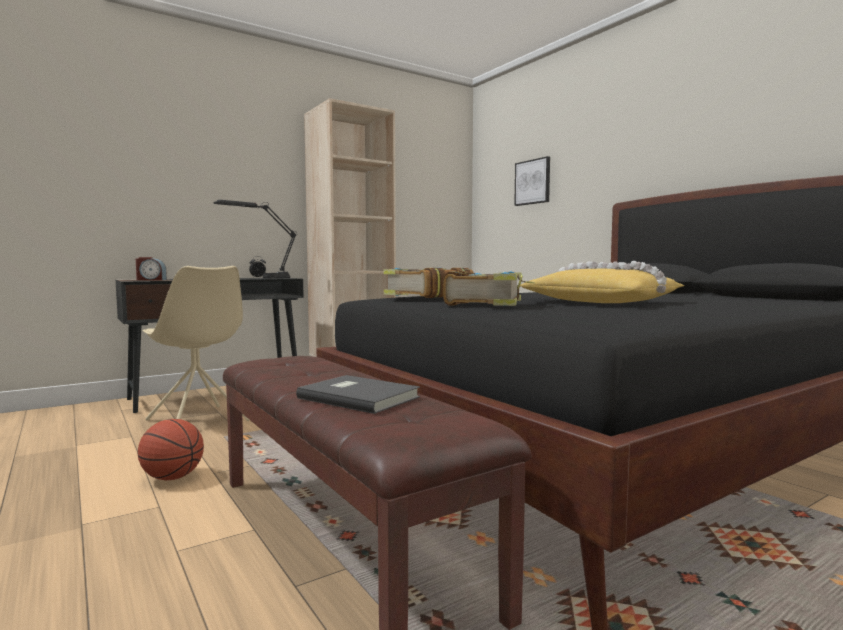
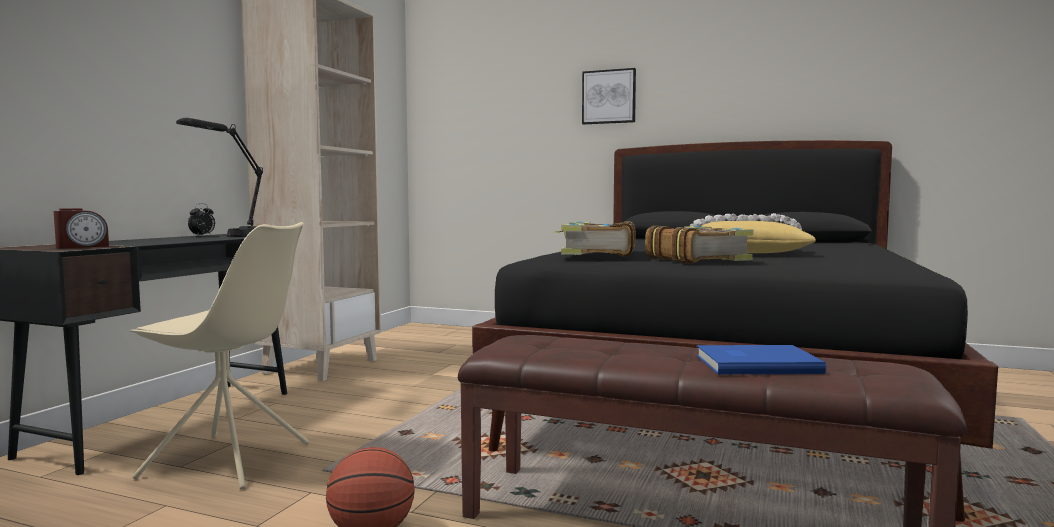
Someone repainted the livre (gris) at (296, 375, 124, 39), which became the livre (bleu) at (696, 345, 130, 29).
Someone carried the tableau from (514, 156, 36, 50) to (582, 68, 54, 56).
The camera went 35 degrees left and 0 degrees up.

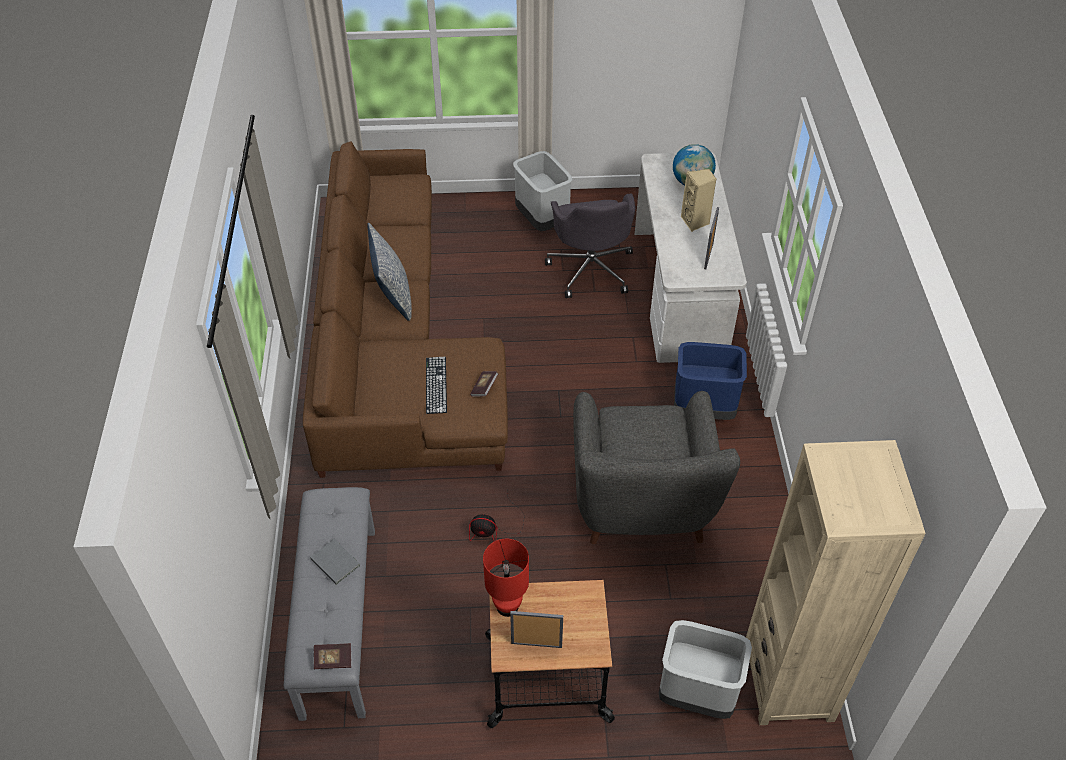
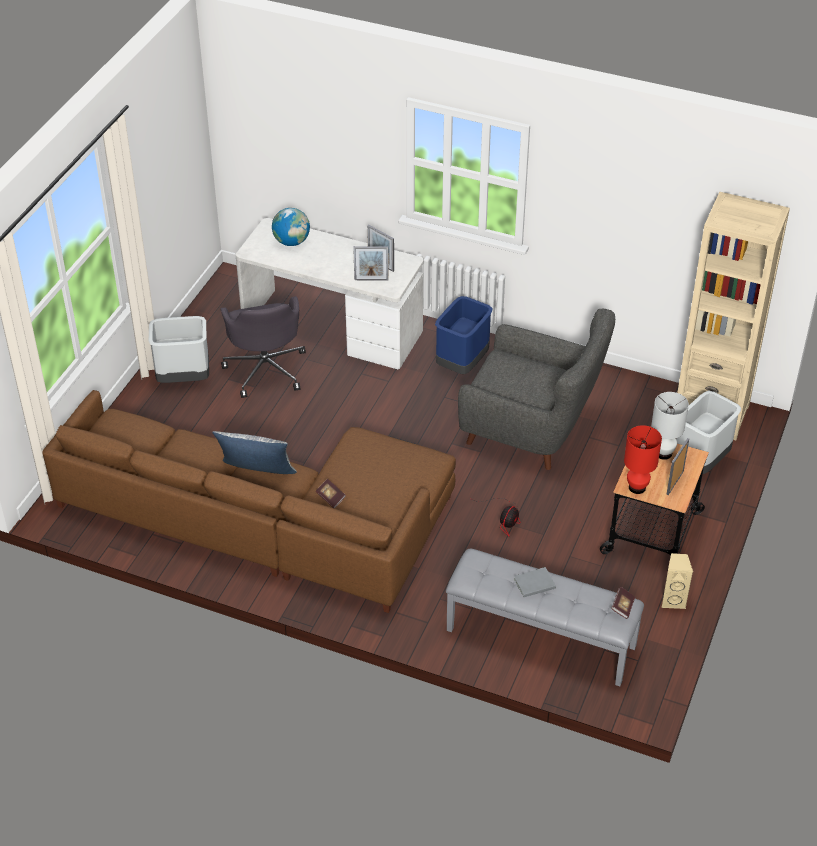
Someone took away the clavier at (426, 357, 21, 57).
Someone carried the livre from (470, 371, 28, 26) to (316, 479, 30, 29).
Someone rotated the chaise de bureau (gris) at (545, 193, 90, 105) by 60 degrees clockwise.
Someone carried the enceinte (beige) from (681, 169, 35, 63) to (661, 553, 32, 56).
Someone put down the cadre photo at (353, 246, 36, 34).
Someone put down the lampe de table (blanc) at (651, 392, 38, 68).
The camera went 65 degrees left and 5 degrees down.

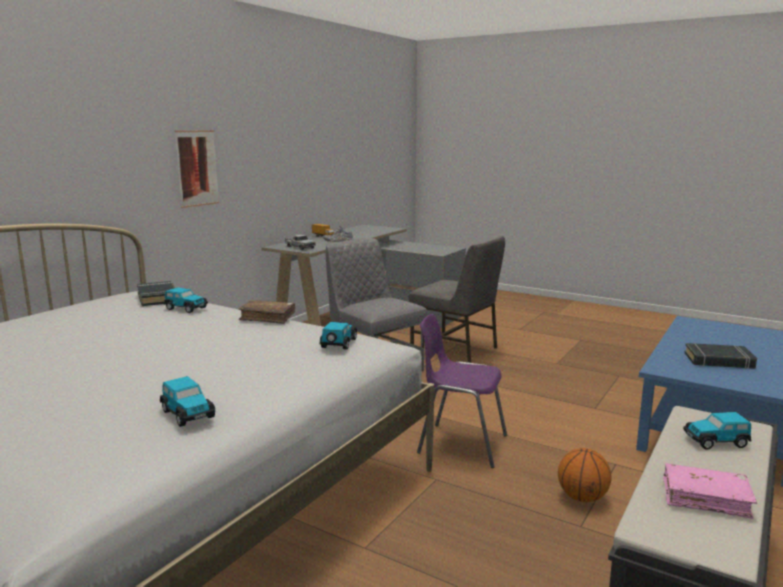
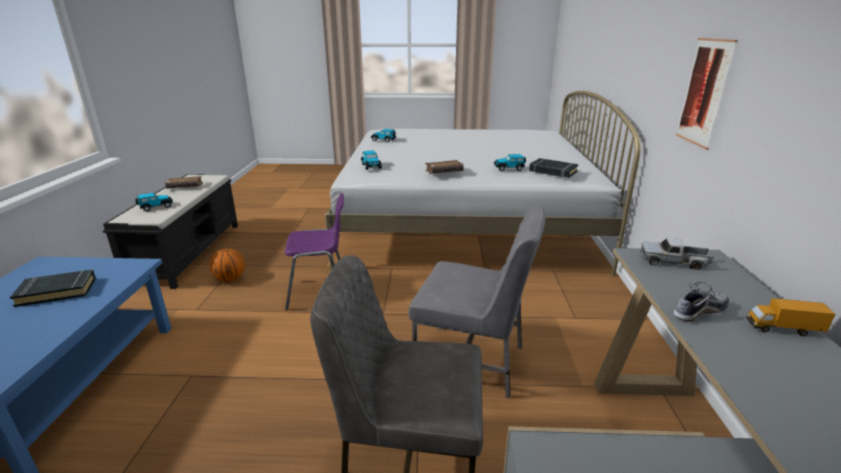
Someone repainted the livre (rose) at (663, 463, 94, 56), which became the livre (marron) at (165, 176, 38, 13).
The camera went 150 degrees right and 10 degrees up.

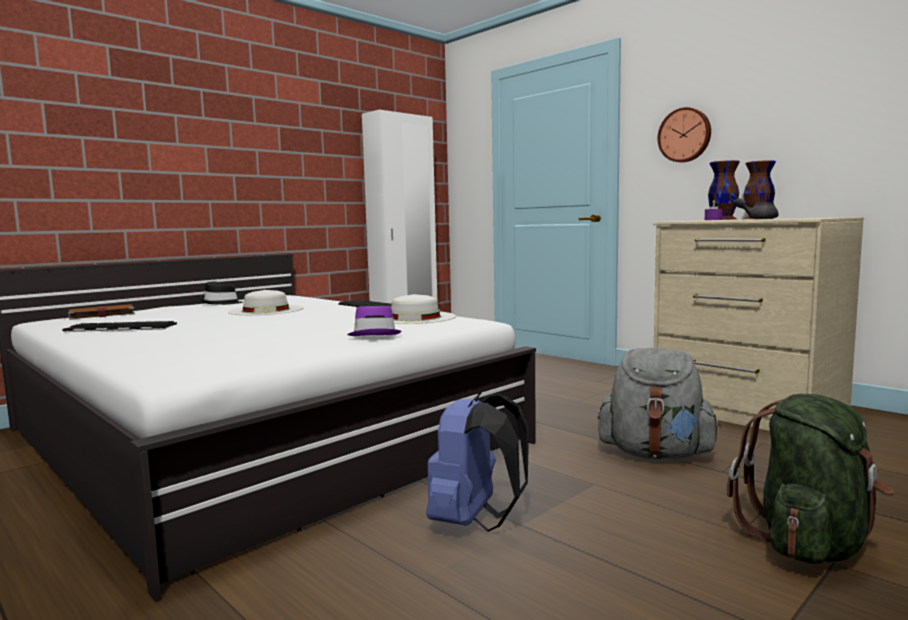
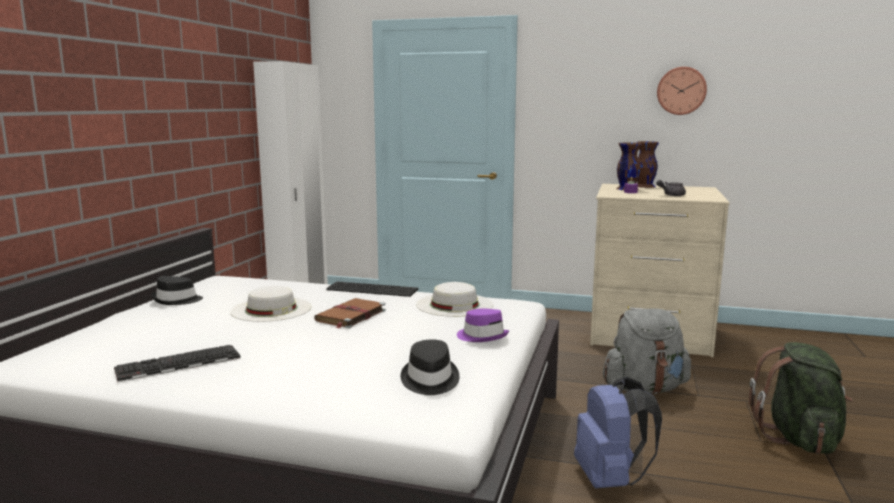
Someone carried the livre (marron) from (66, 304, 69, 16) to (314, 298, 72, 31).
Someone carried the horloge murale from (658, 107, 53, 55) to (657, 67, 50, 48).
Someone put down the chapeau (noir) at (401, 339, 58, 56).
The camera went 30 degrees left and 5 degrees up.

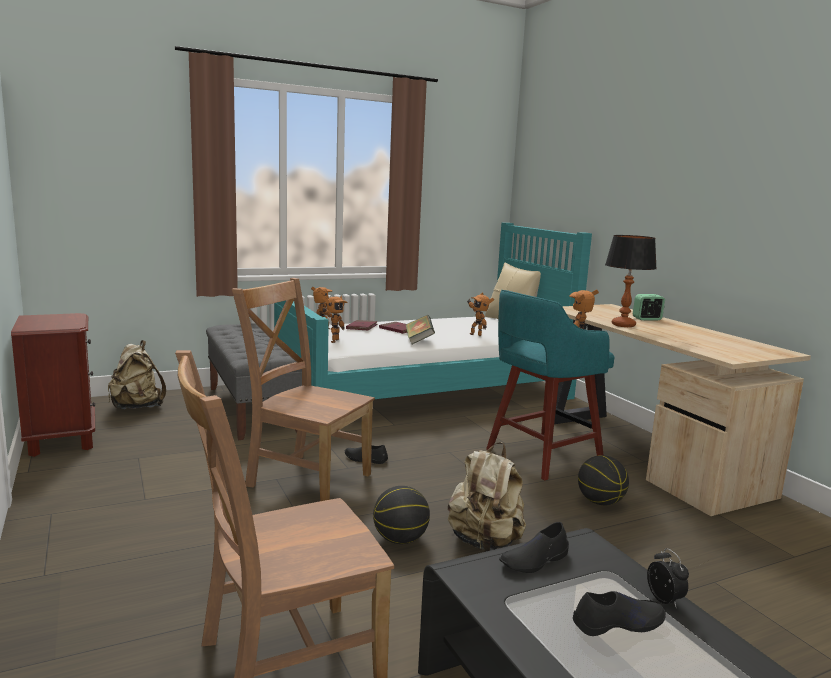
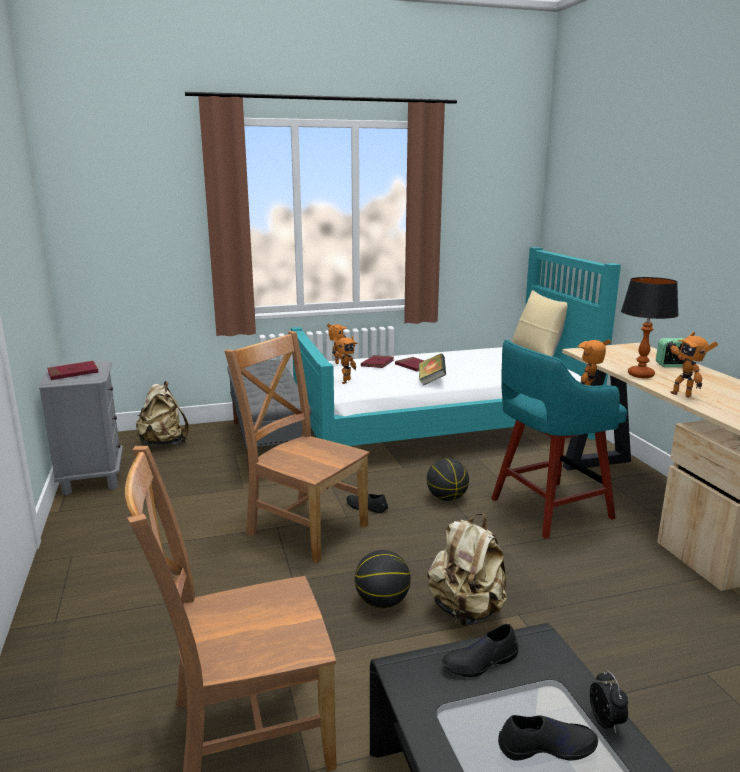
Someone repainted the table de chevet (marron) at (11, 313, 84, 144), which became the table de chevet (gris) at (39, 360, 84, 135).
Someone carried the robot jouet from (468, 293, 26, 43) to (667, 332, 51, 65).
Someone carried the ballon de basket from (578, 455, 51, 50) to (427, 458, 42, 43).
Someone put down the livre (rouge) at (47, 361, 52, 19).
The camera went 10 degrees right and 5 degrees up.

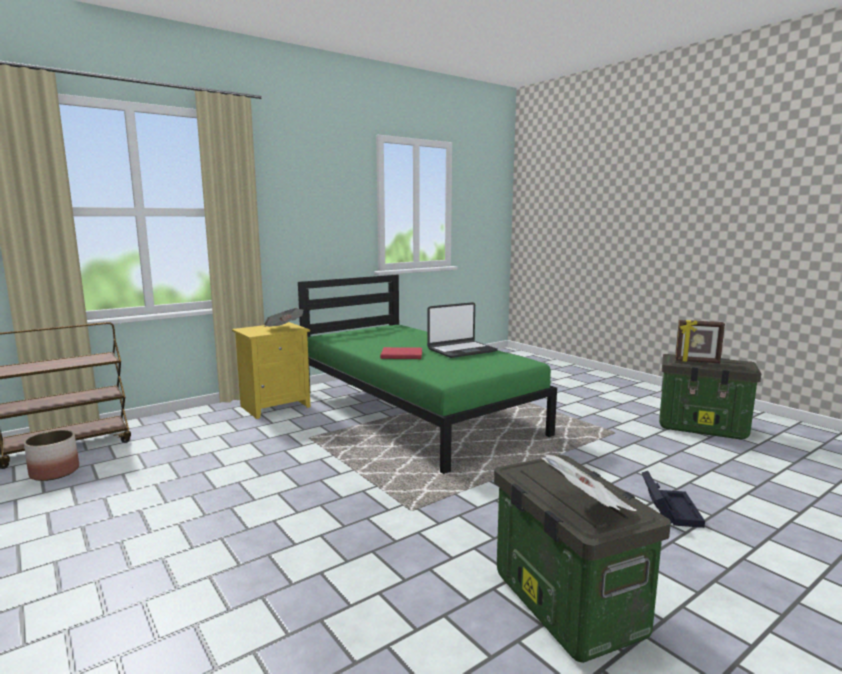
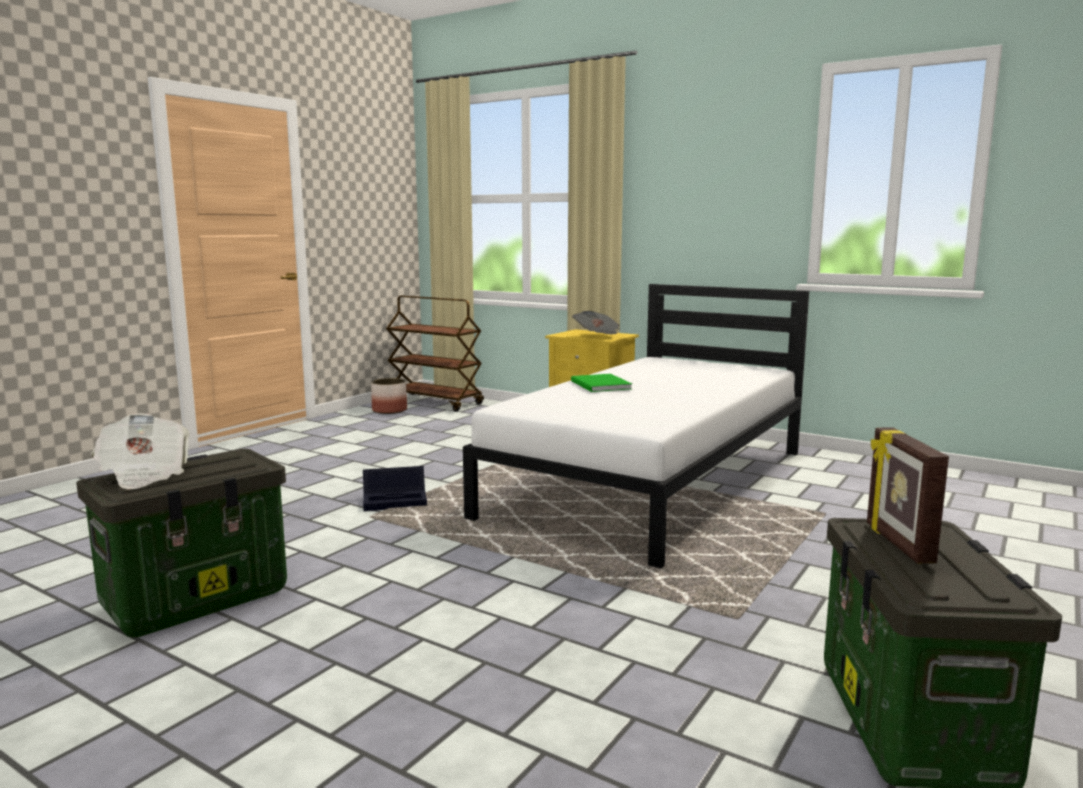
Someone repainted the lit (vert) at (298, 275, 259, 199), which became the lit (blanc) at (463, 284, 346, 284).
Someone repainted the livre (rouge) at (380, 347, 42, 12), which became the livre (vert) at (571, 374, 61, 18).
Someone took away the ordinateur portable at (427, 302, 71, 56).
Someone carried the boîte de rangement (noir) from (642, 471, 63, 57) to (363, 466, 64, 45).
The camera went 70 degrees right and 0 degrees up.

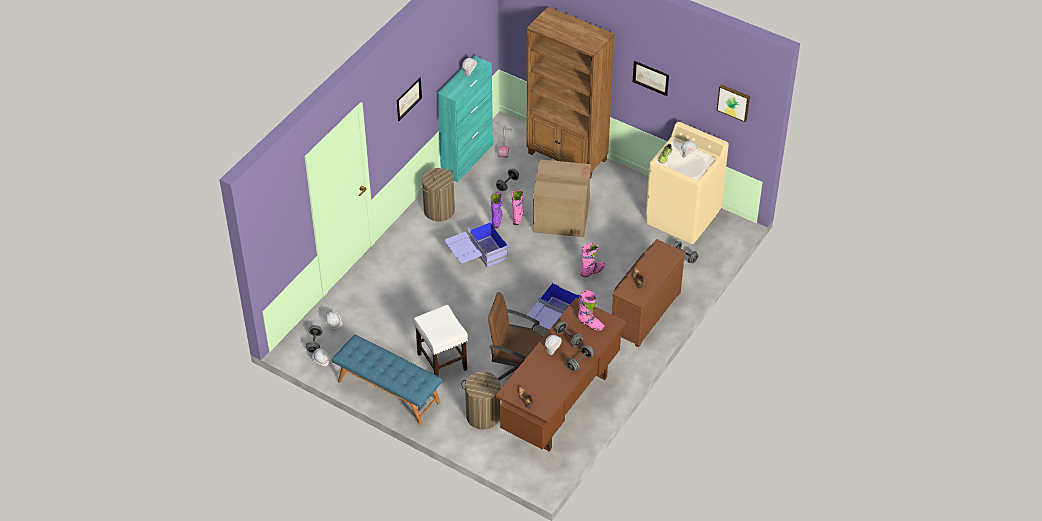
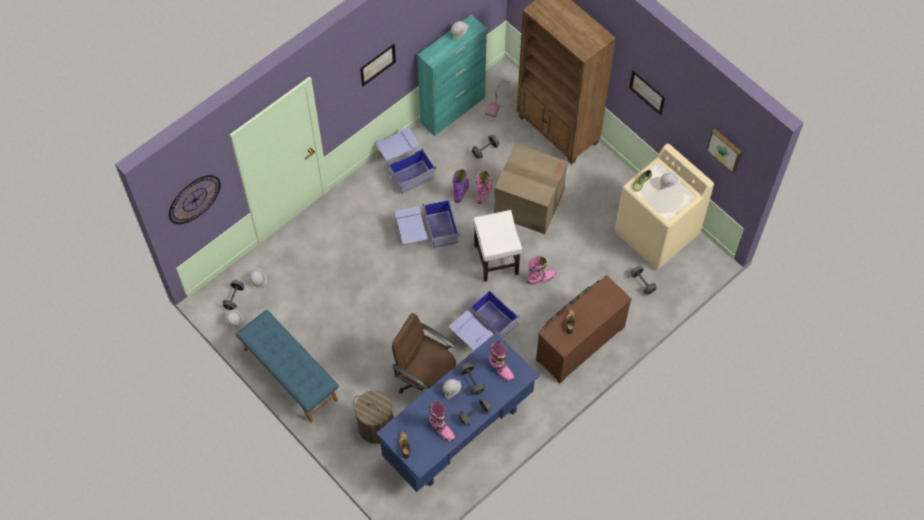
Someone carried the tabouret (blanc) from (414, 305, 54, 72) to (473, 210, 49, 72).
Someone swapped the panier à linge at (422, 168, 33, 54) for the boîte de rangement (bleu) at (375, 127, 61, 67).
Someone repainted the bureau (marron) at (496, 298, 130, 153), which became the bureau (bleu) at (376, 333, 163, 159).
Someone put up the horloge murale at (169, 175, 52, 49).
Someone put down the botte (rose) at (429, 401, 26, 40).
The camera went 15 degrees right and 15 degrees up.

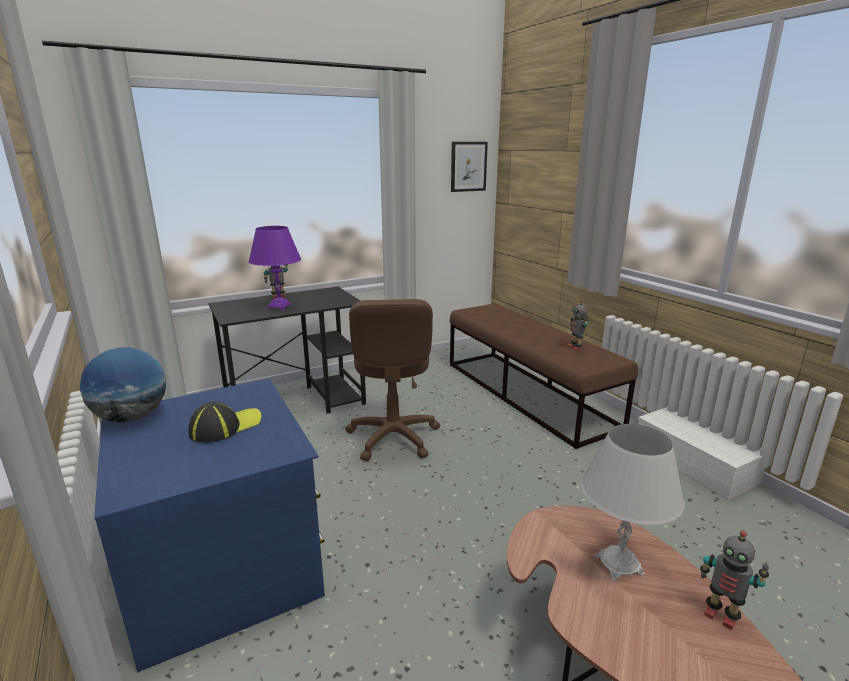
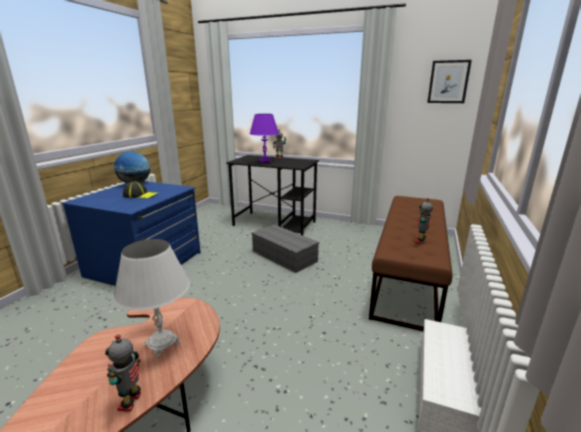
Someone swapped the chaise de bureau (marron) at (345, 299, 95, 162) for the boîte de rangement (gris) at (252, 225, 67, 48).
The camera went 50 degrees right and 0 degrees up.

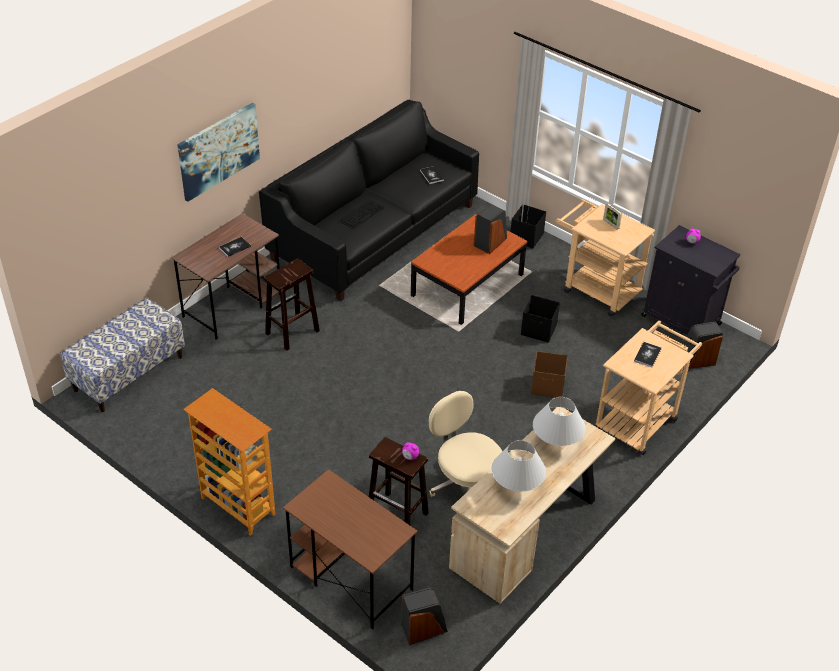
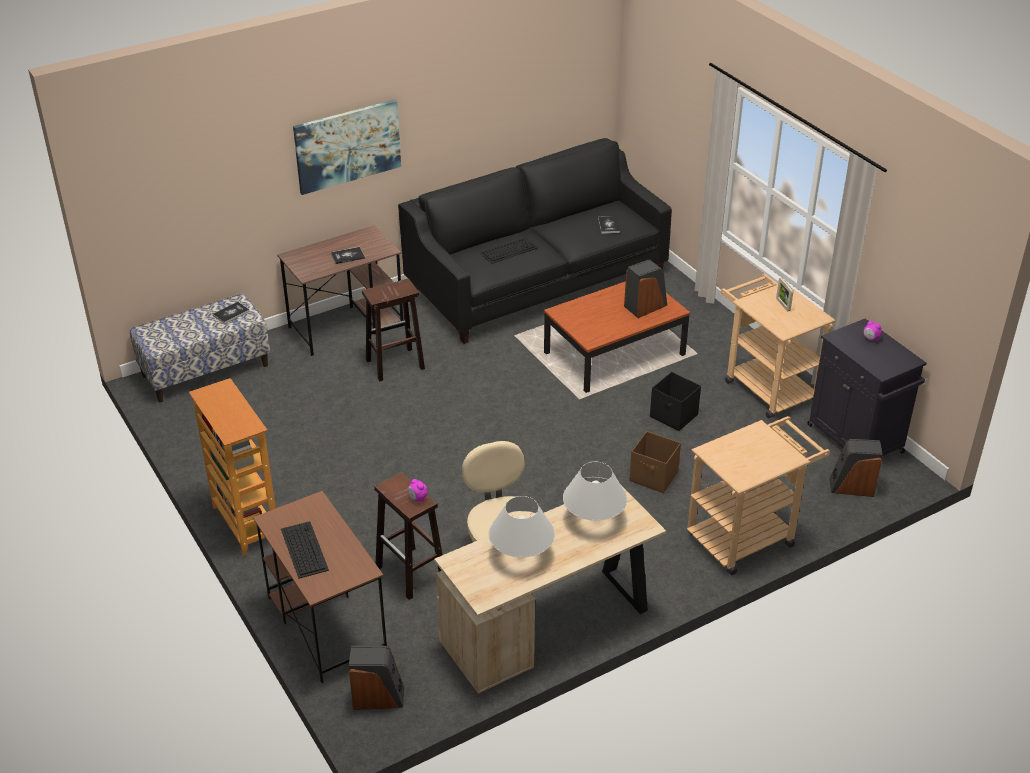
Someone took away the boîte de rangement (noir) at (511, 205, 35, 43).
Someone carried the livre from (634, 342, 27, 25) to (213, 302, 37, 22).
Someone put down the clavier at (281, 521, 48, 58).
The camera went 20 degrees right and 5 degrees down.

